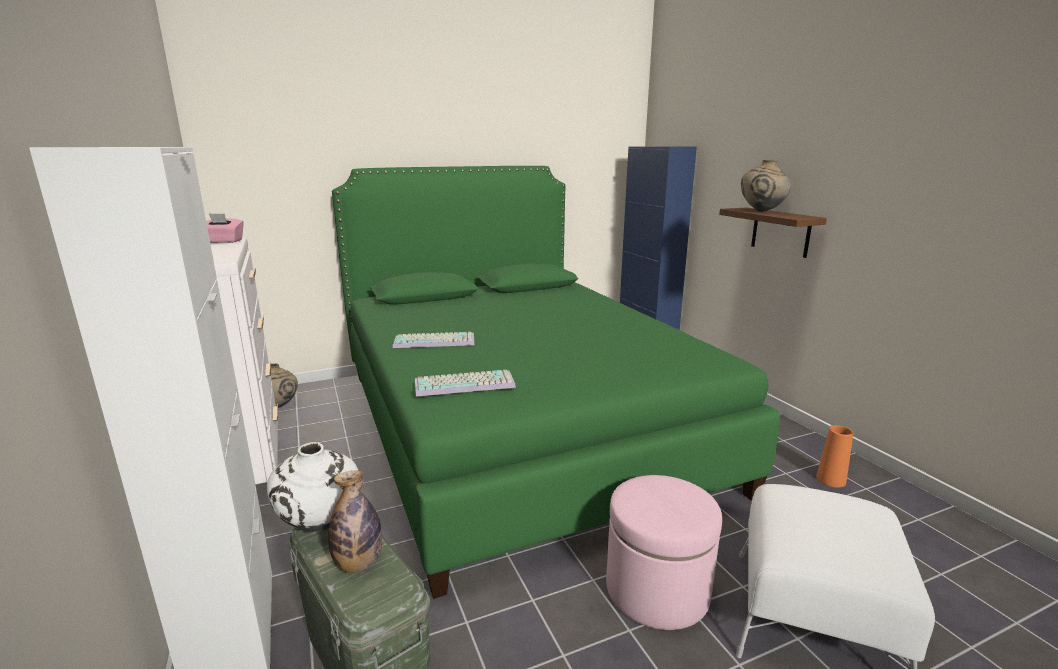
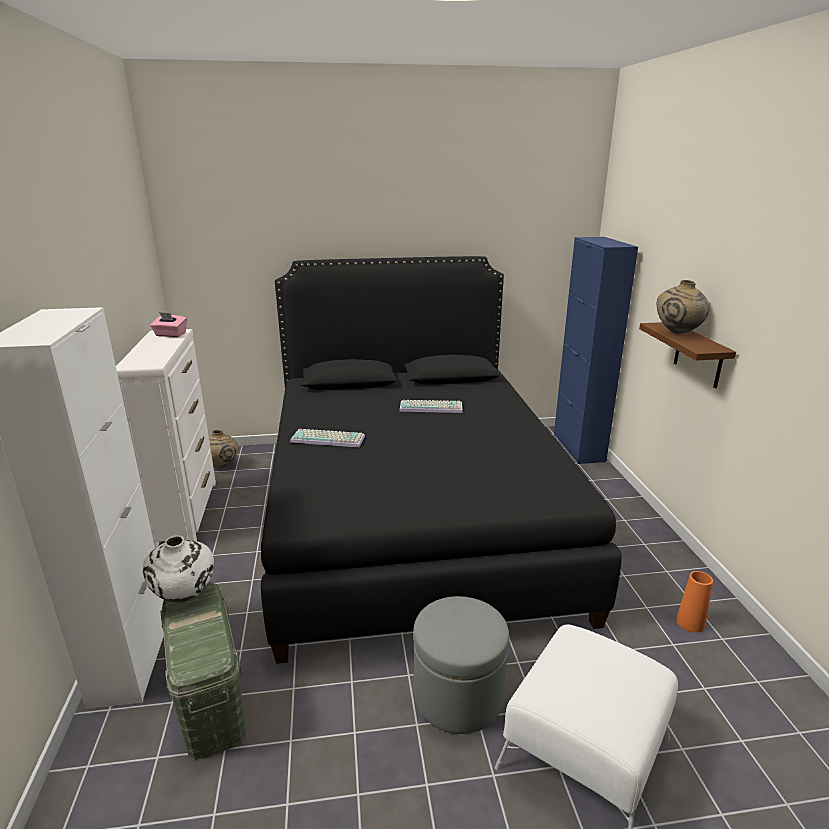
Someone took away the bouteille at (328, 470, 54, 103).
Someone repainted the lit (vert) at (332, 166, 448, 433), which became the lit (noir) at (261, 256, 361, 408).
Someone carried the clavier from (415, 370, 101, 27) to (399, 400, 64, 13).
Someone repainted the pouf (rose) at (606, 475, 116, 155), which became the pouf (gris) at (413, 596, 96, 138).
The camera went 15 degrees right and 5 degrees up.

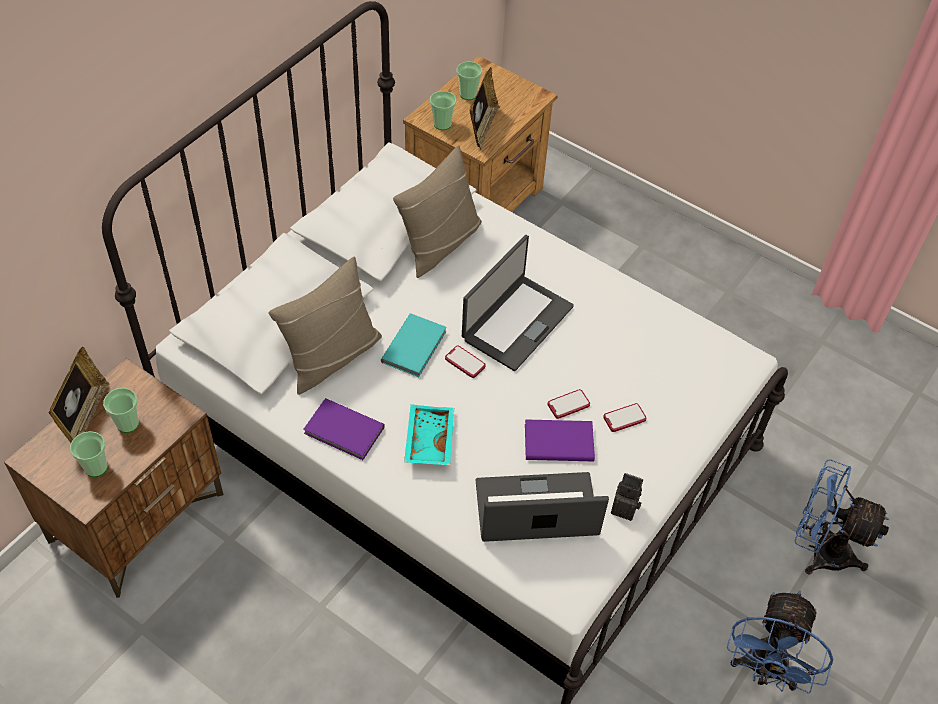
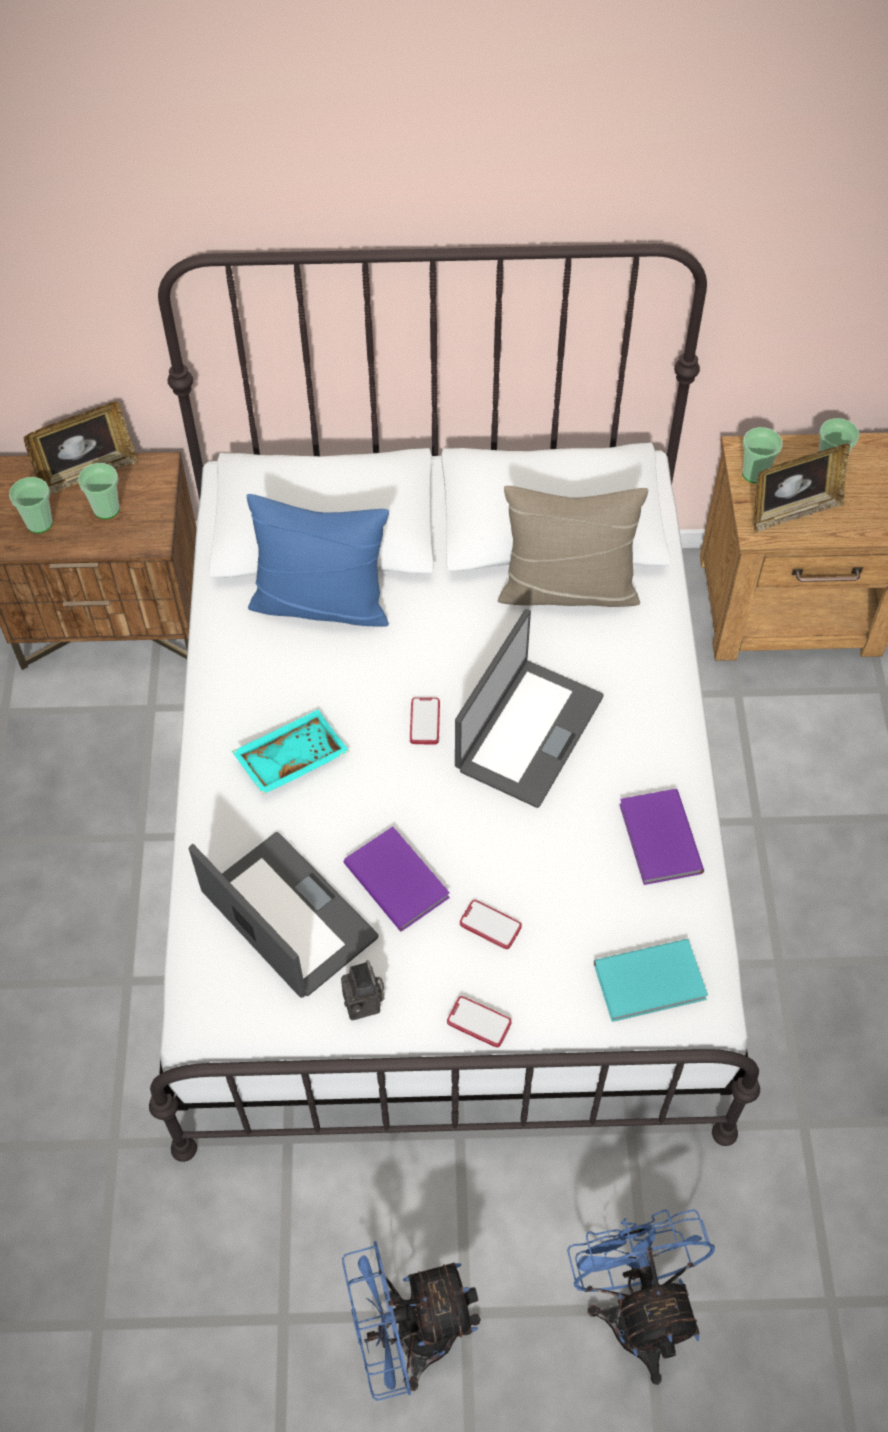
Someone repainted the coussin (beige) at (269, 257, 113, 138), which became the coussin (bleu) at (247, 494, 142, 133).
Someone carried the livre (violet) from (303, 398, 82, 62) to (619, 789, 85, 96).
Someone carried the livre (turquoise) from (381, 313, 66, 64) to (594, 939, 114, 83).
Someone rotated the ordinateur portable at (462, 235, 112, 136) by 60 degrees counterclockwise.
Someone carried the téléphone from (548, 389, 42, 30) to (447, 996, 65, 51).
The camera went 55 degrees right and 5 degrees up.

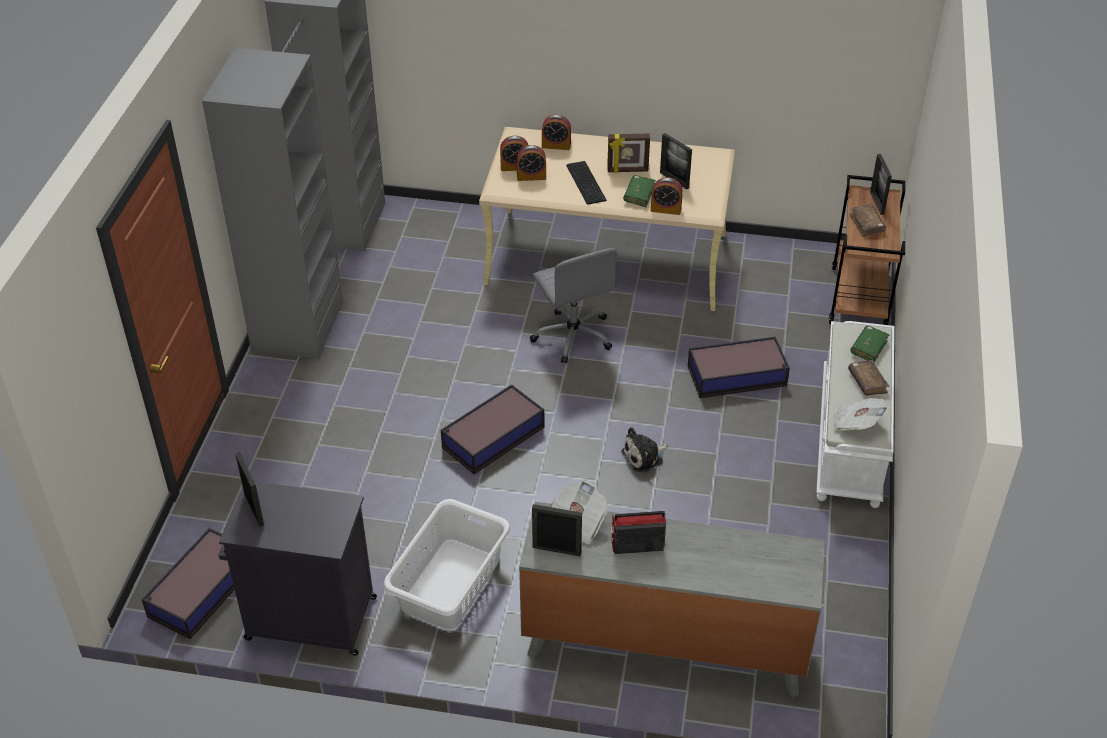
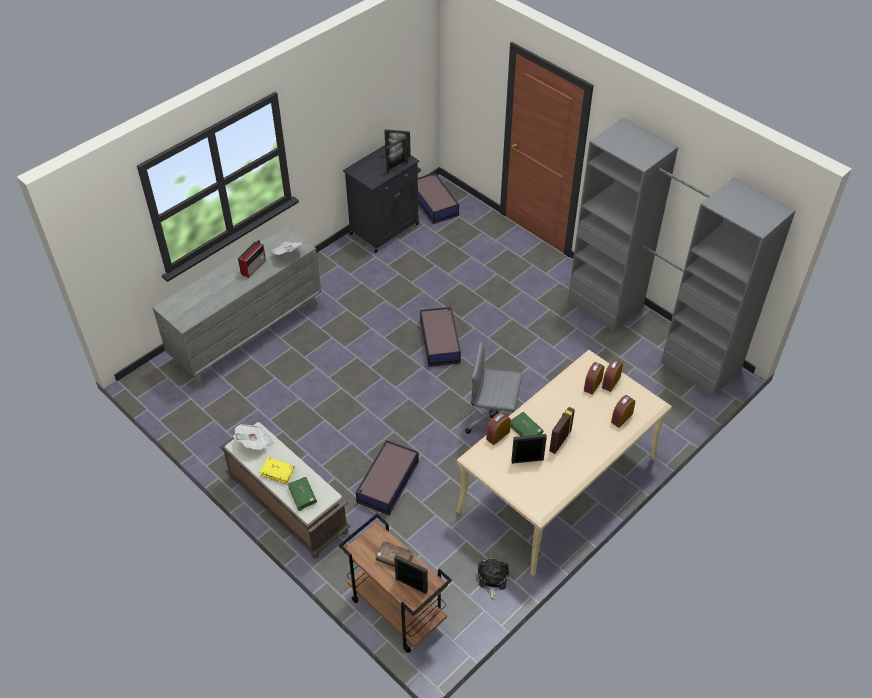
Someone took away the panier à linge (blanc) at (383, 499, 128, 131).
Someone carried the cadre photo from (532, 504, 50, 52) to (386, 137, 22, 37).
Someone took away the clavier at (566, 161, 41, 44).
Someone carried the peluche from (621, 427, 47, 45) to (478, 559, 31, 41).
Someone repainted the banc (blanc) at (816, 321, 78, 187), which became the banc (marron) at (219, 420, 132, 138).
Someone repainted the livre (marron) at (848, 360, 42, 36), which became the livre (jaune) at (259, 457, 36, 27).
The camera went 125 degrees right and 5 degrees up.

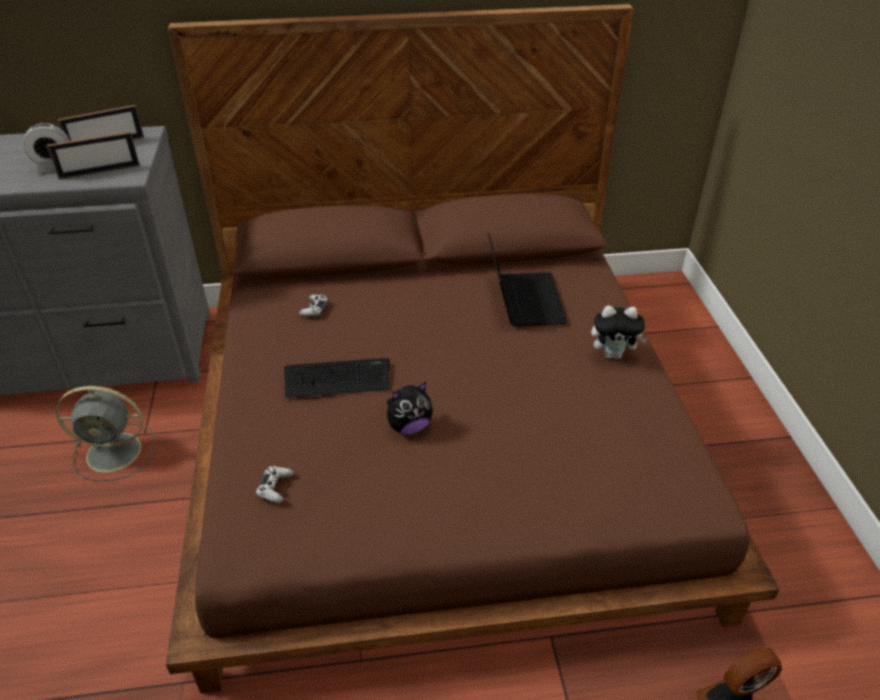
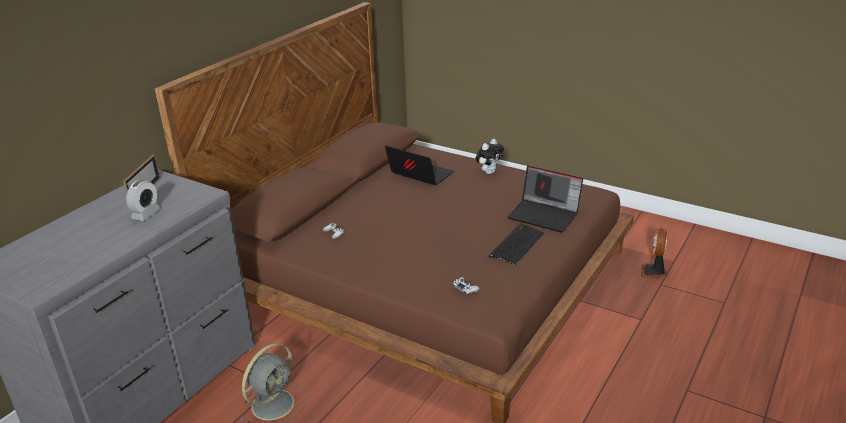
Someone took away the cadre photo at (47, 131, 93, 49).
Someone carried the clavier from (284, 358, 106, 40) to (489, 224, 55, 41).
Someone took away the peluche at (387, 382, 46, 53).
Someone put down the ordinateur portable at (507, 166, 76, 66).
The camera went 50 degrees left and 10 degrees down.

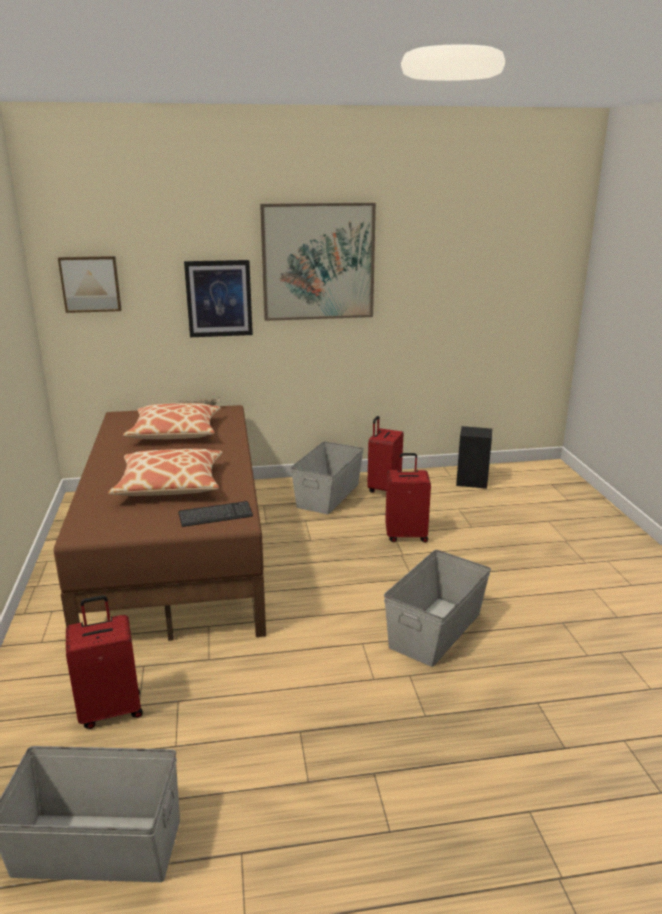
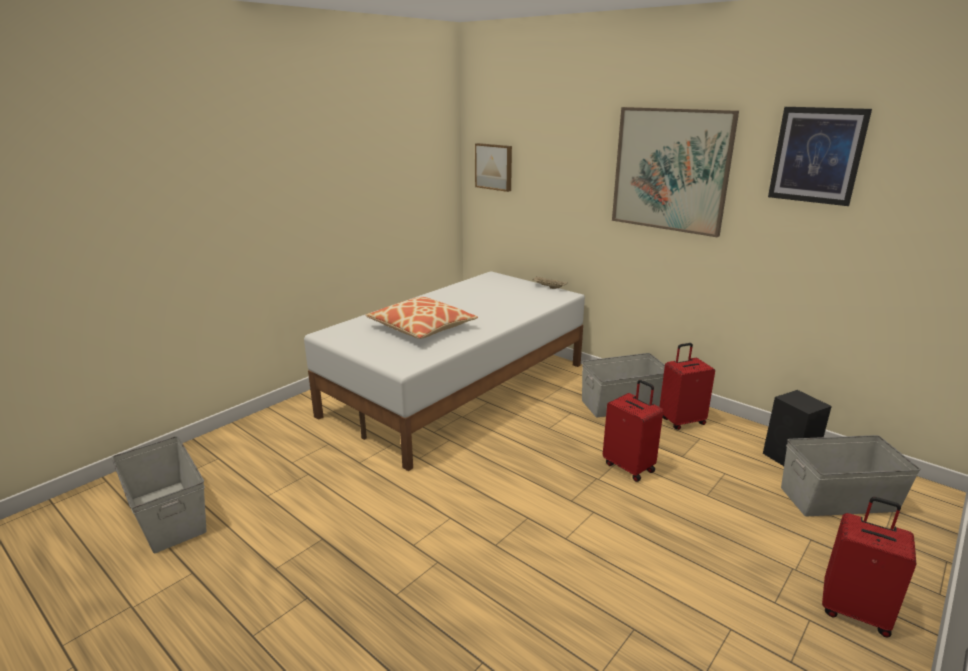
Someone repainted the lit (marron) at (54, 405, 212, 236), which became the lit (blanc) at (304, 271, 281, 200).
Someone carried the valise (rouge) from (66, 595, 77, 134) to (822, 497, 94, 140).
Someone took away the coussin at (123, 403, 98, 36).
Someone took away the clavier at (178, 501, 75, 26).
Someone carried the tableau from (184, 260, 69, 77) to (768, 107, 104, 99).
Someone carried the boîte de rangement (gris) from (384, 550, 107, 117) to (781, 435, 140, 81).
The camera went 50 degrees right and 0 degrees up.

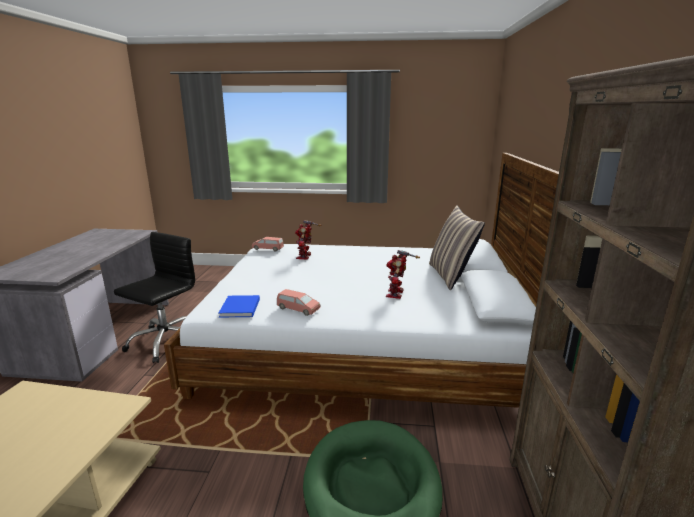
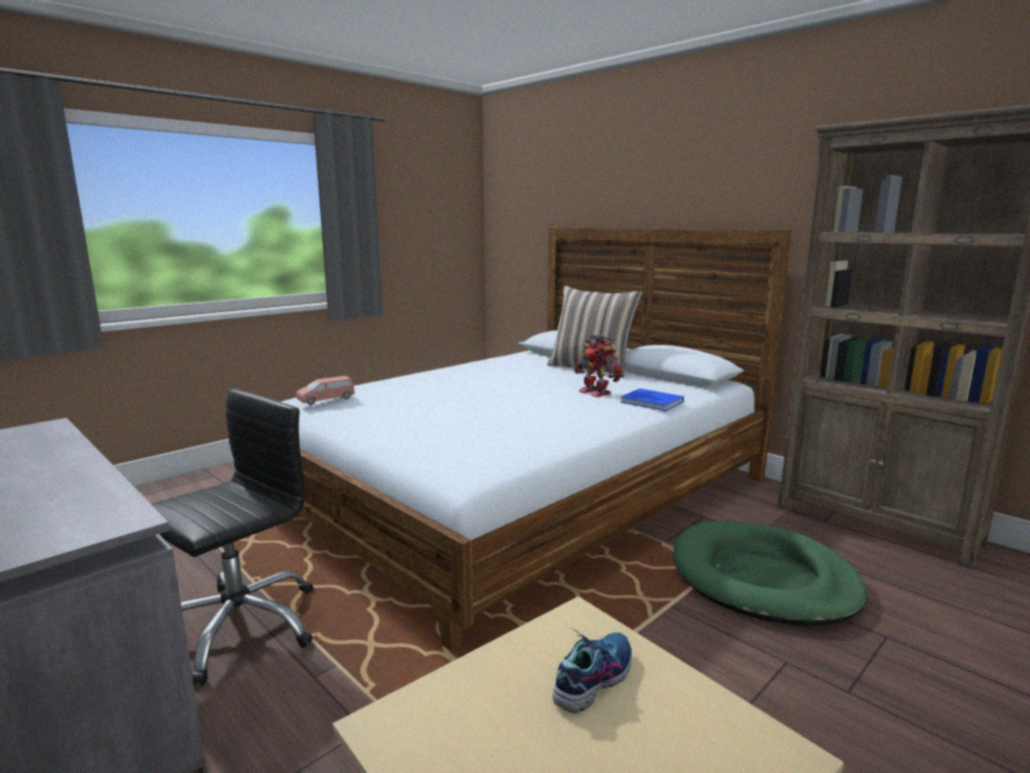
Someone rotated the chaise de bureau (noir) at (114, 232, 81, 131) by 60 degrees clockwise.
Someone carried the livre (bleu) from (219, 295, 41, 22) to (620, 388, 64, 23).
Someone took away the petite voiture (rose) at (277, 289, 43, 27).
Someone took away the robot jouet at (295, 220, 26, 40).
Someone put down the chaussure at (552, 628, 80, 85).
The camera went 50 degrees left and 5 degrees down.

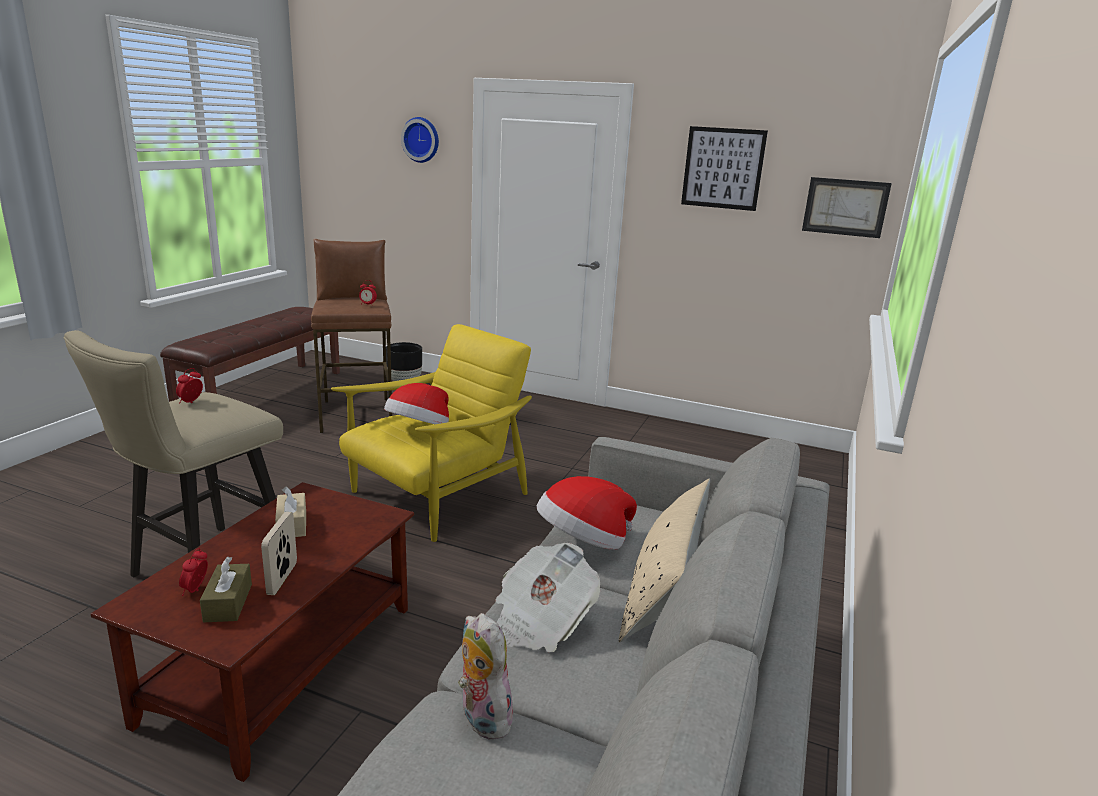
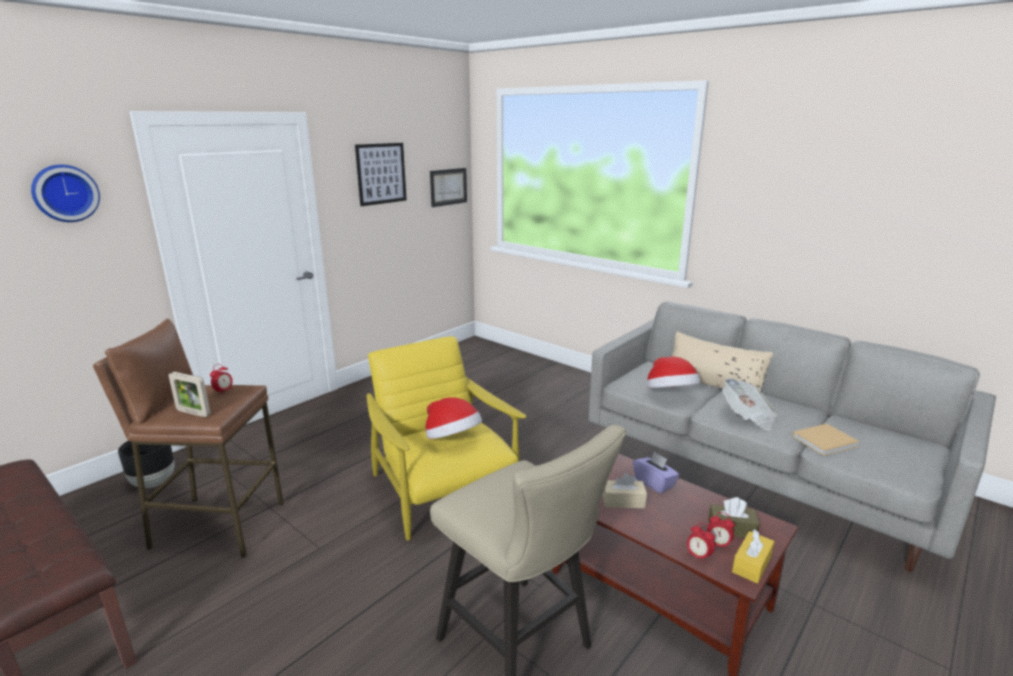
Someone carried the réveil from (176, 368, 27, 36) to (687, 523, 28, 41).
Someone carried the cadre photo from (261, 512, 36, 83) to (169, 372, 41, 45).
Someone swapped the peluche at (458, 613, 55, 127) for the livre (beige) at (792, 424, 68, 32).
Someone put down the boîte à mouchoirs (violet) at (633, 452, 46, 42).
Someone put down the boîte à mouchoirs (jaune) at (732, 529, 43, 55).
The camera went 70 degrees left and 0 degrees up.

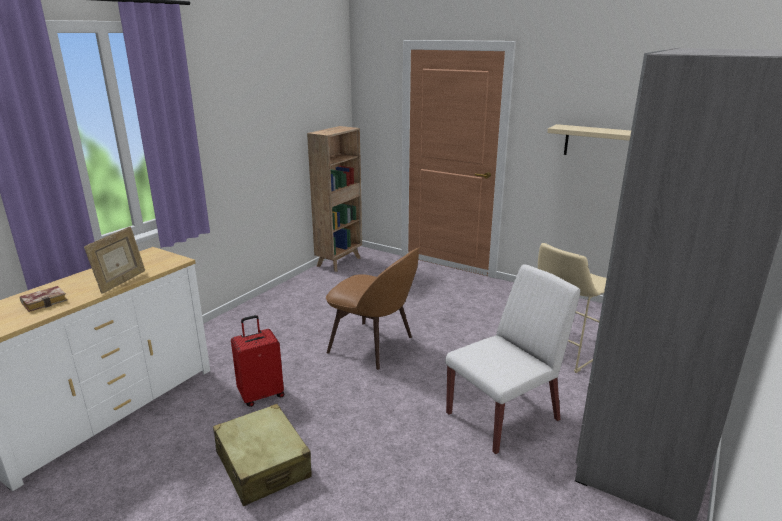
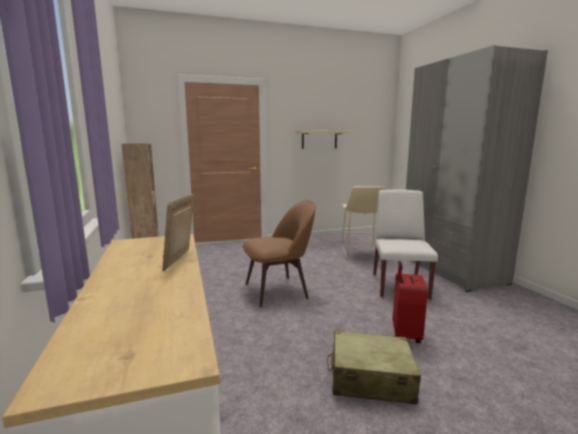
Someone took away the livre at (20, 286, 47, 26).
Someone rotated the cadre photo at (84, 227, 61, 67) by 150 degrees counterclockwise.
Someone carried the valise (rouge) from (231, 315, 53, 92) to (393, 261, 35, 82).
The camera went 50 degrees left and 10 degrees down.

